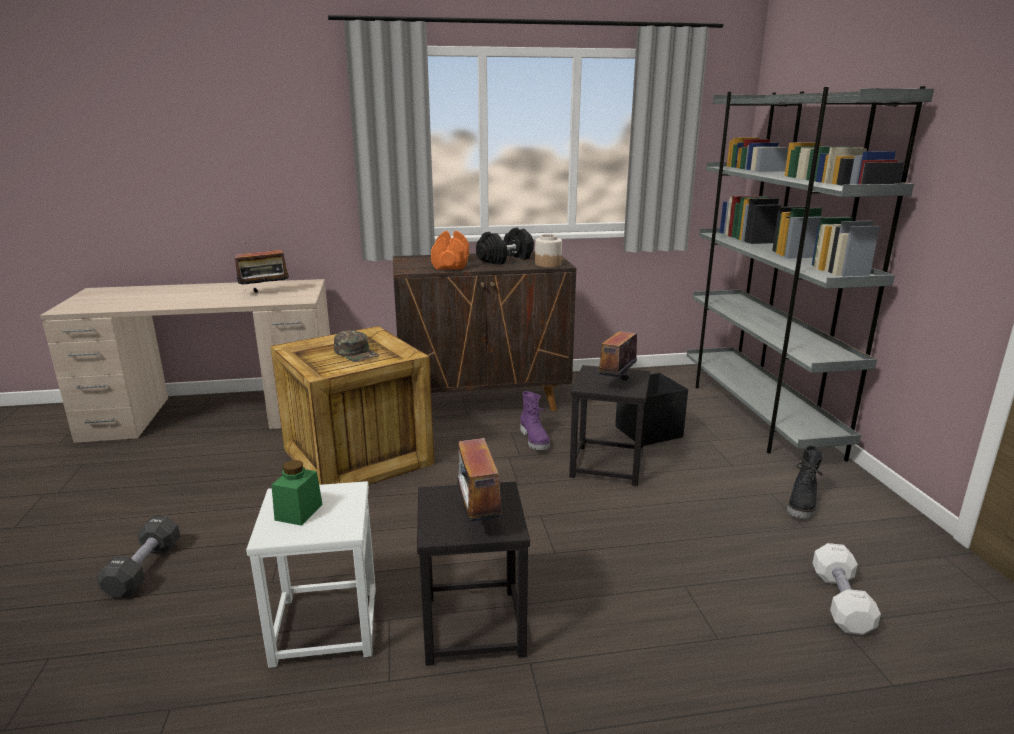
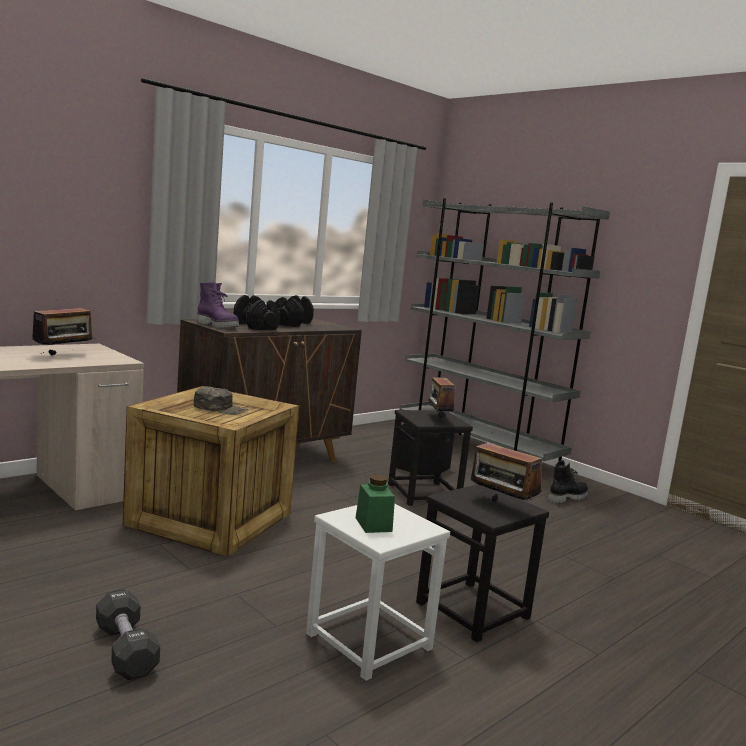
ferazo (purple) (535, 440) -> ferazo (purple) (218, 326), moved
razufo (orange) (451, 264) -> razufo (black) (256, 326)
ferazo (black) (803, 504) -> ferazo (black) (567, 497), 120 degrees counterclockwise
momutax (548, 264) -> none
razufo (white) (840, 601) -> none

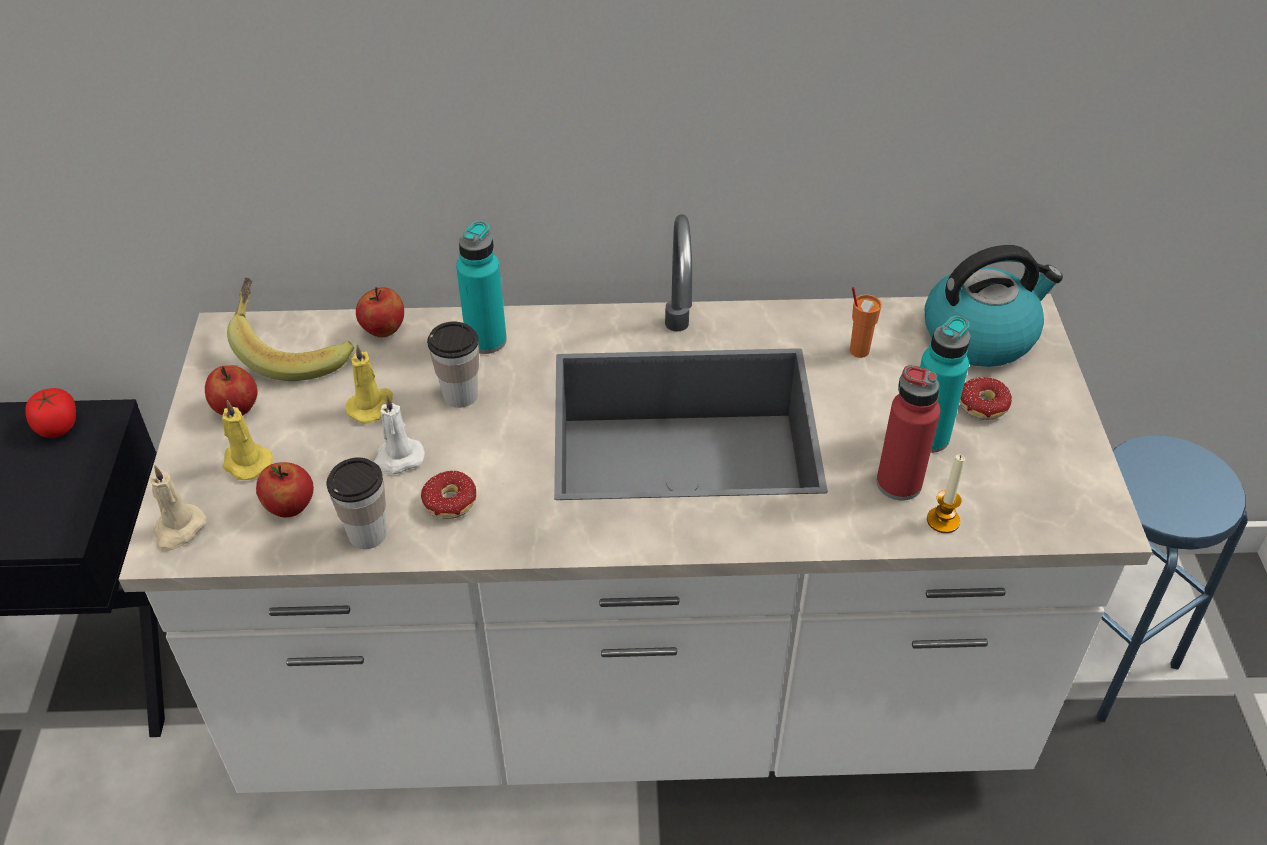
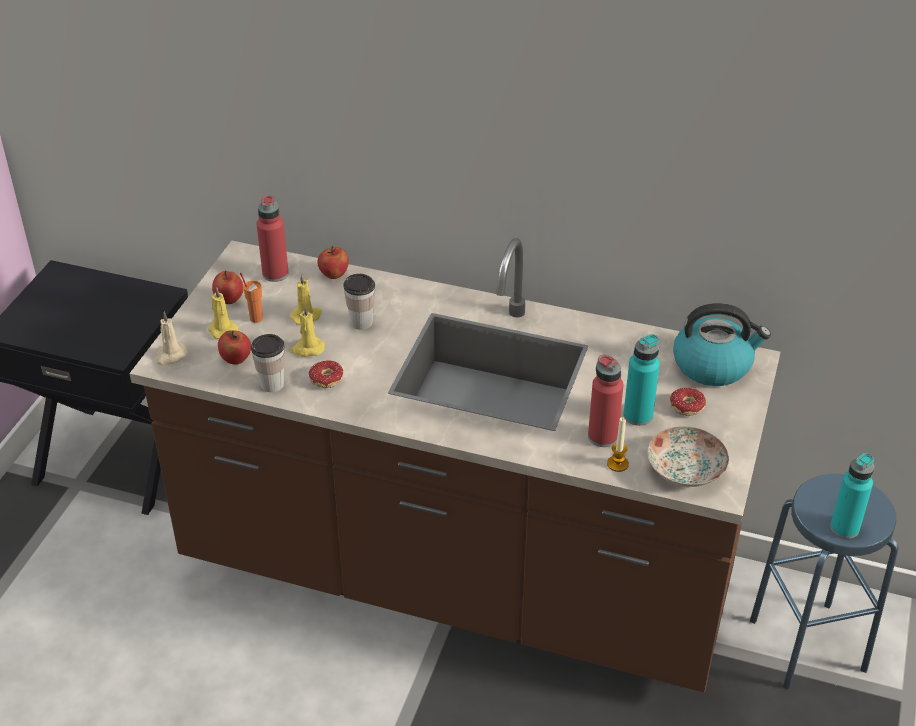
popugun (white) (633, 694) -> popugun (brown) (458, 576)
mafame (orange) (858, 350) -> mafame (orange) (256, 318), moved
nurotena (292, 350) -> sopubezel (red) (275, 274)
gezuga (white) (397, 459) -> gezuga (yellow) (307, 349)
none -> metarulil (686, 469)
sopubezel (turquoise) (486, 340) -> sopubezel (turquoise) (844, 528), moved
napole (58, 427) -> none

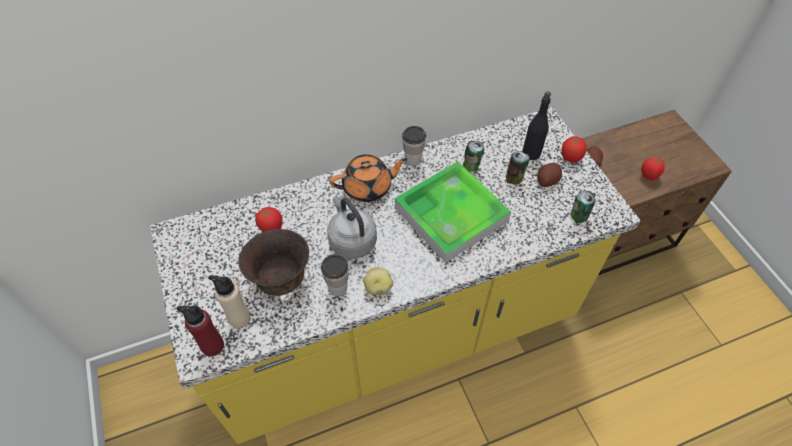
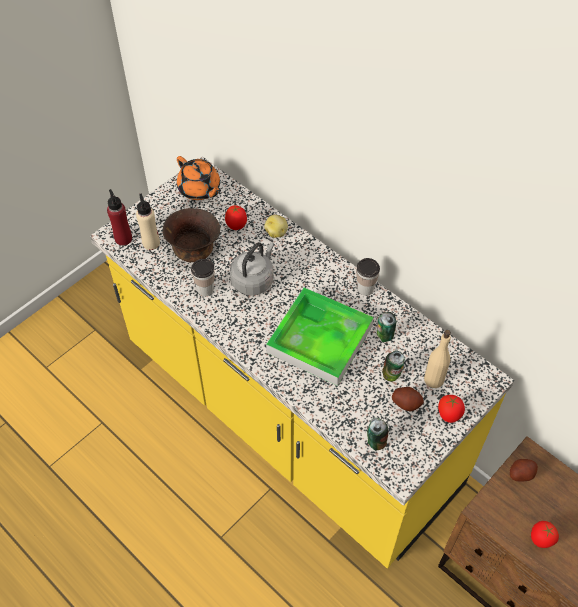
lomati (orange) (368, 187) -> lomati (orange) (199, 189), moved
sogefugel (378, 287) -> sogefugel (276, 232), moved
sopubezel (black) (531, 153) -> sopubezel (beige) (434, 379)

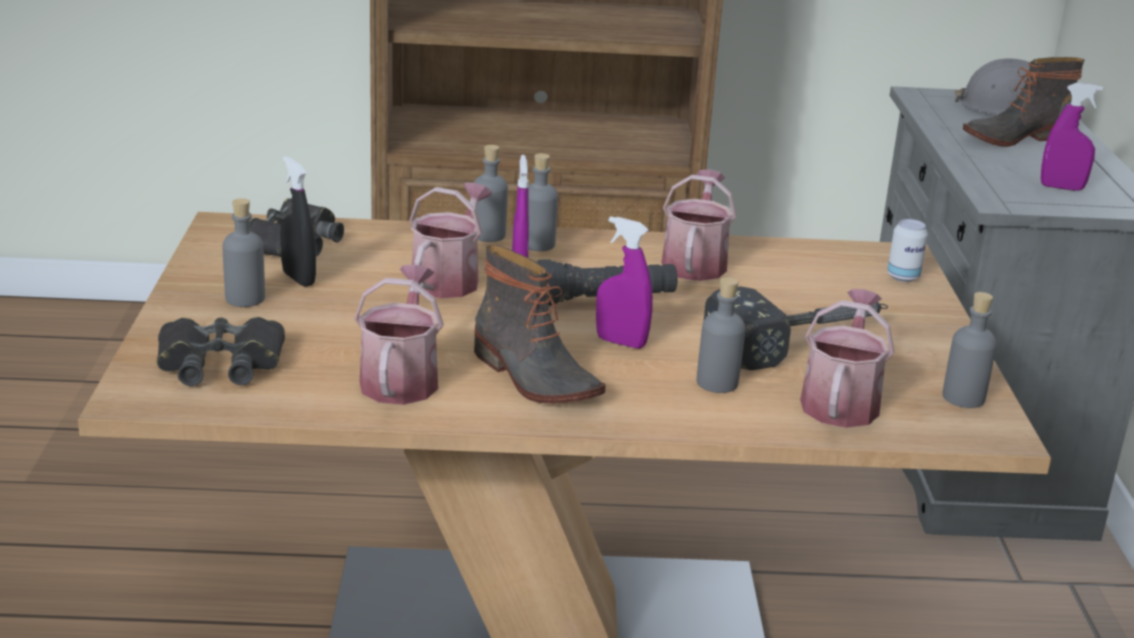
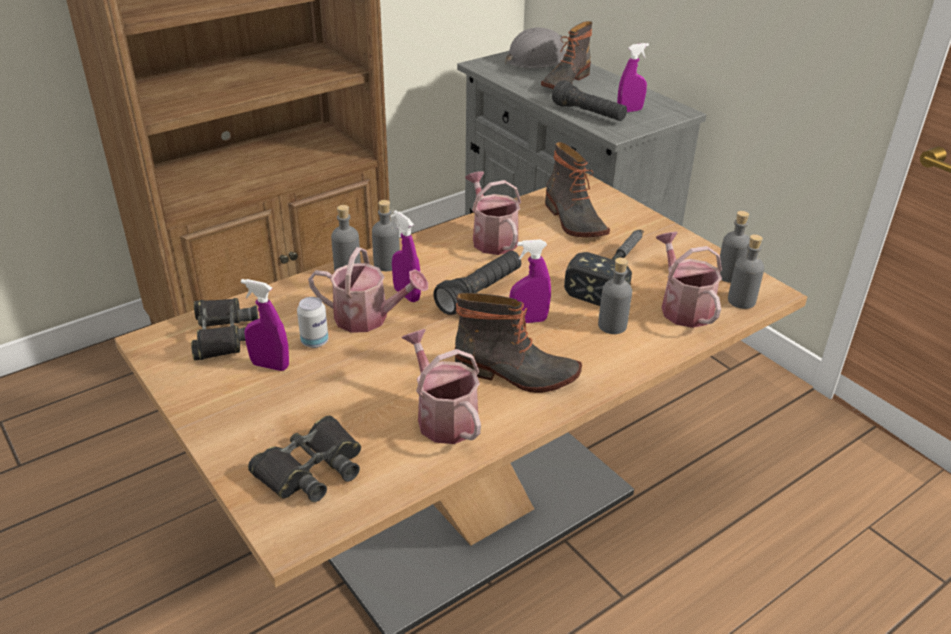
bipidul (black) (298, 279) -> bipidul (purple) (270, 365)
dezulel (903, 277) -> dezulel (314, 342), moved
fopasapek (449, 279) -> fopasapek (369, 318), 120 degrees clockwise
none -> ferazo (573, 221)
none -> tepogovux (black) (589, 114)
sopubezel (grey) (245, 298) -> sopubezel (grey) (741, 301), moved

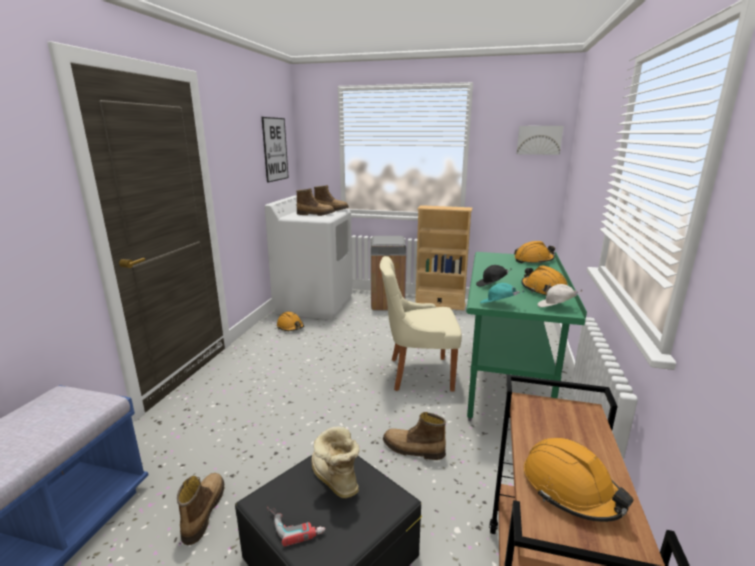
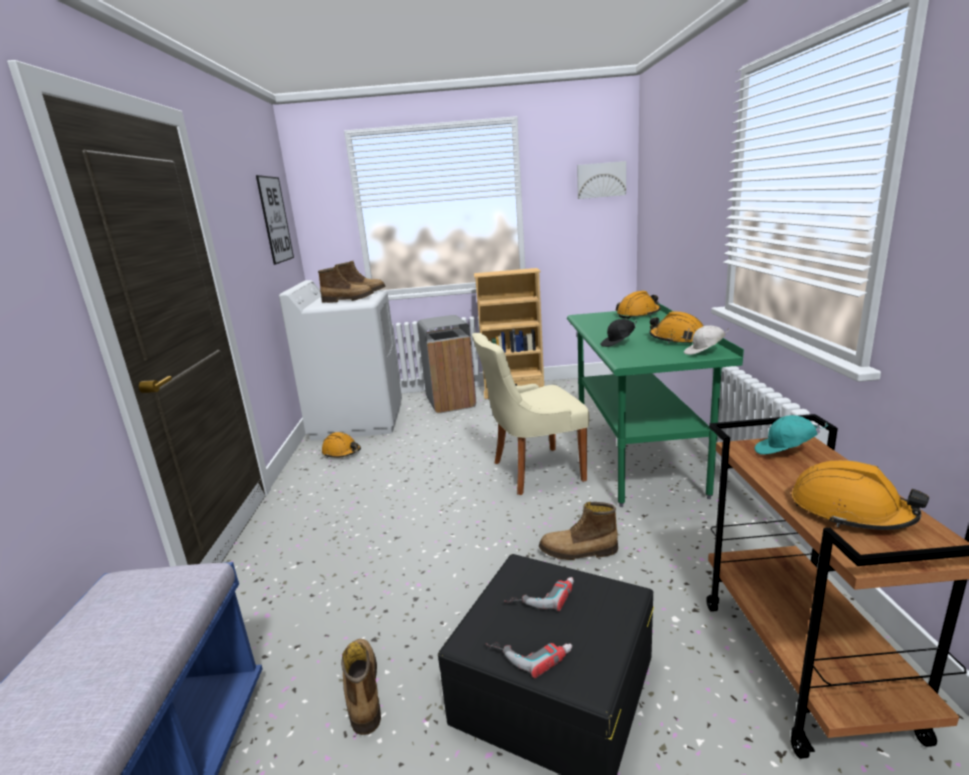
ferazo (333, 480) -> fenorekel (541, 594)
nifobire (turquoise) (498, 305) -> nifobire (turquoise) (785, 452), moved

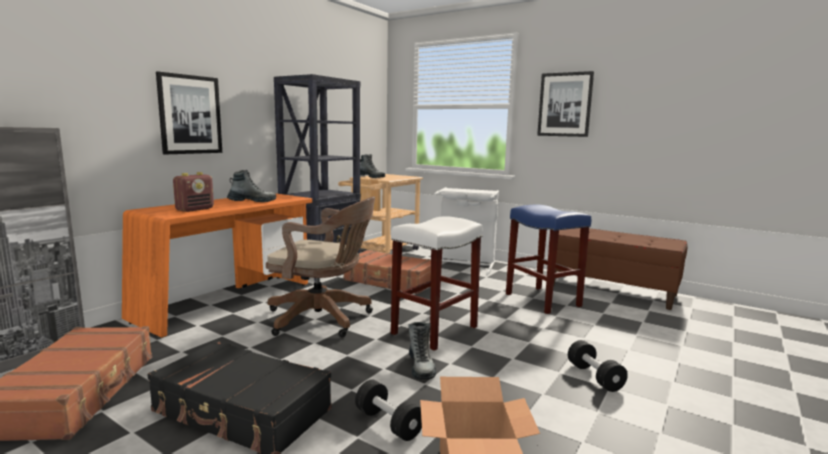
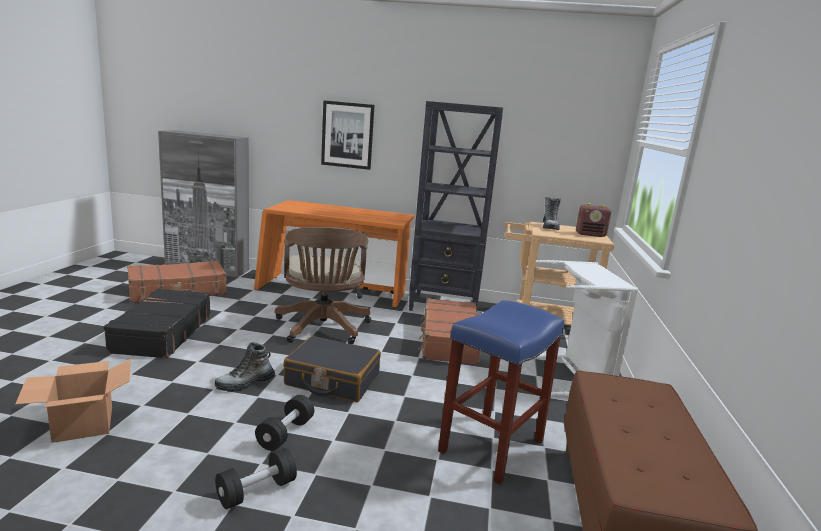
razufo (black) (388, 423) -> razufo (black) (285, 434), moved
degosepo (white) (435, 329) -> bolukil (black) (332, 380)
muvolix (195, 209) -> muvolix (590, 235), moved
ferazo (252, 202) -> none
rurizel (565, 104) -> none

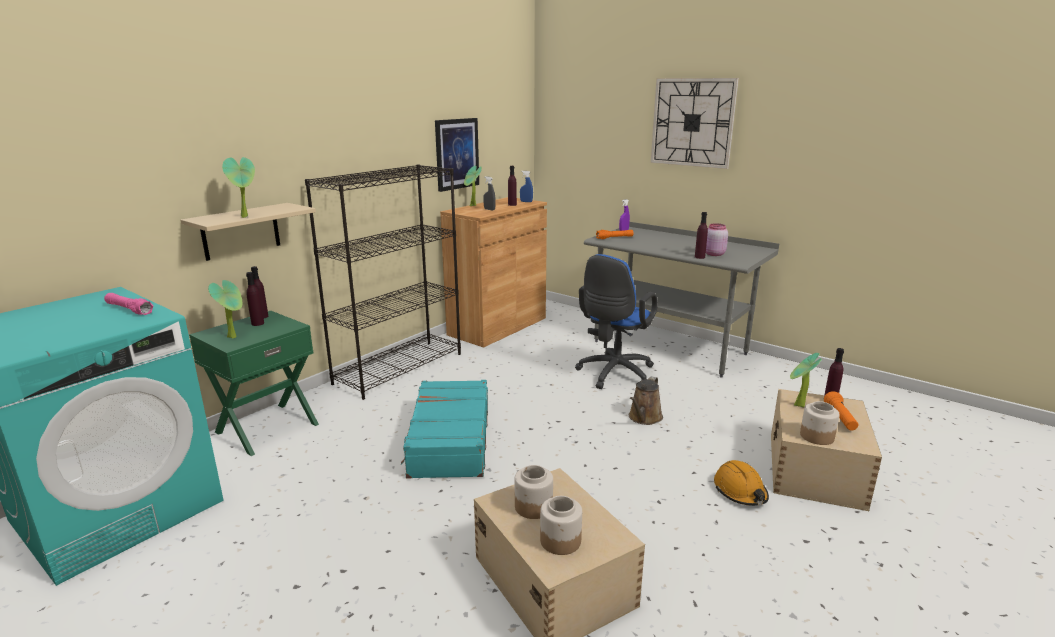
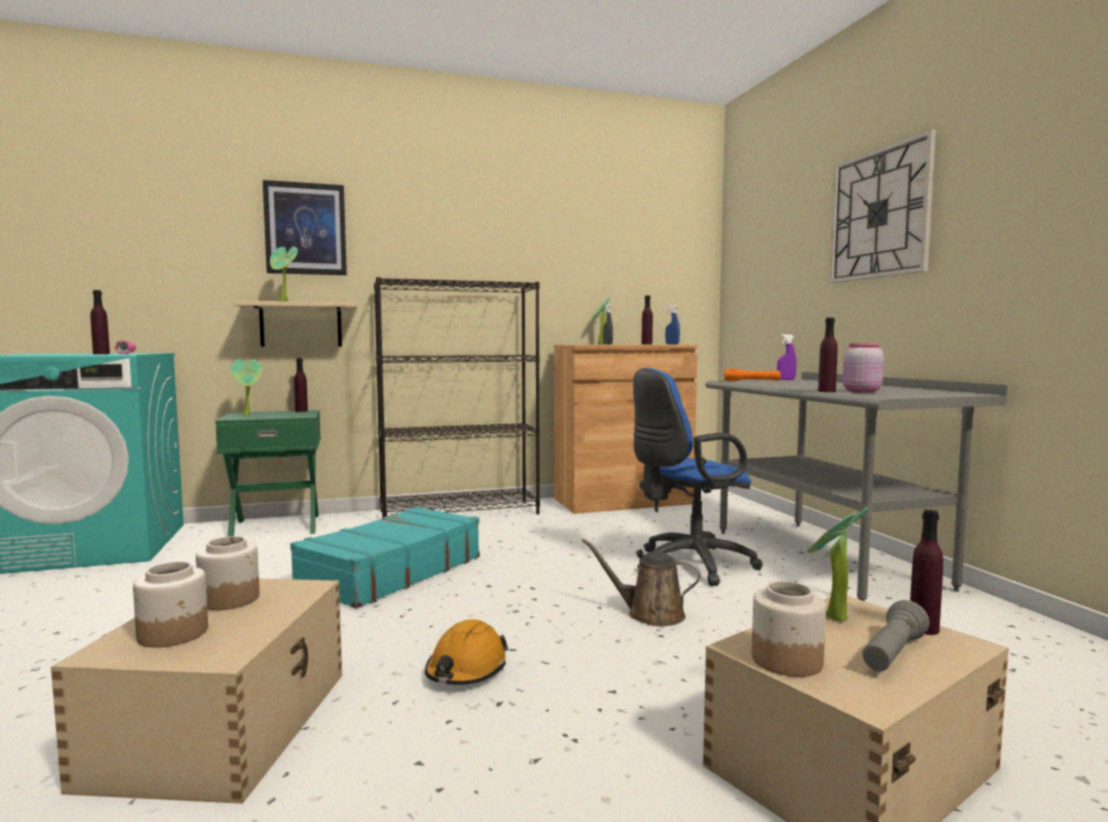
sopubezel (purple) (257, 323) -> sopubezel (purple) (101, 354), moved
rurizel (457, 154) -> rurizel (305, 229), moved
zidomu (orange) (740, 491) -> zidomu (orange) (466, 670), moved
fopasapek (brown) (644, 418) -> fopasapek (brown) (650, 614), 45 degrees clockwise
tepogovux (orange) (840, 419) -> tepogovux (grey) (893, 655)

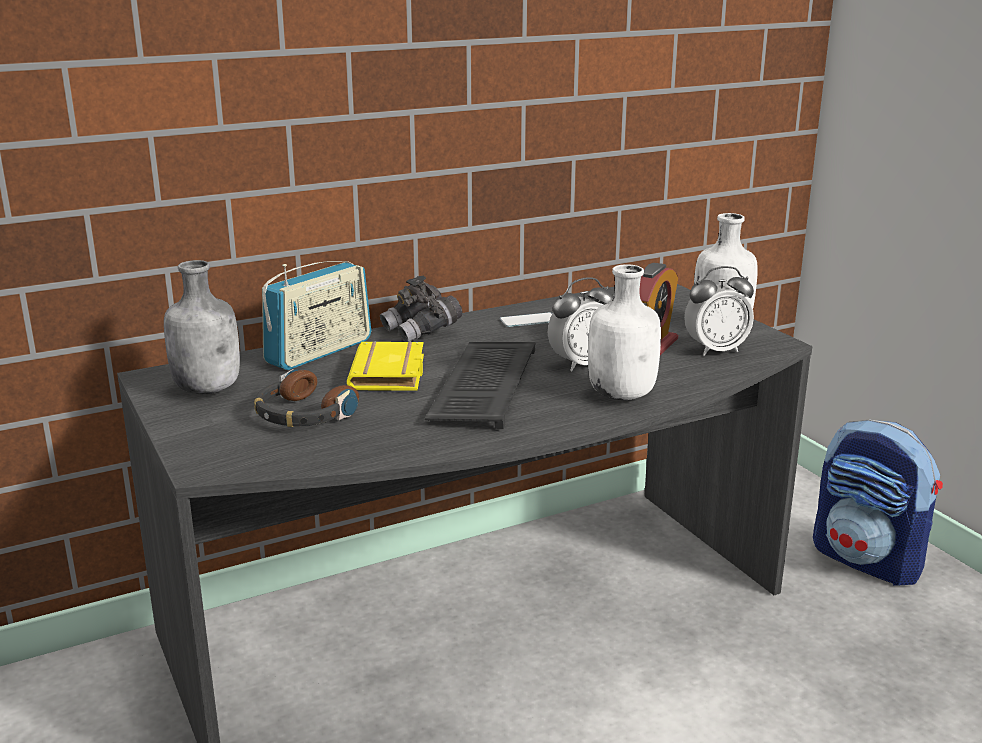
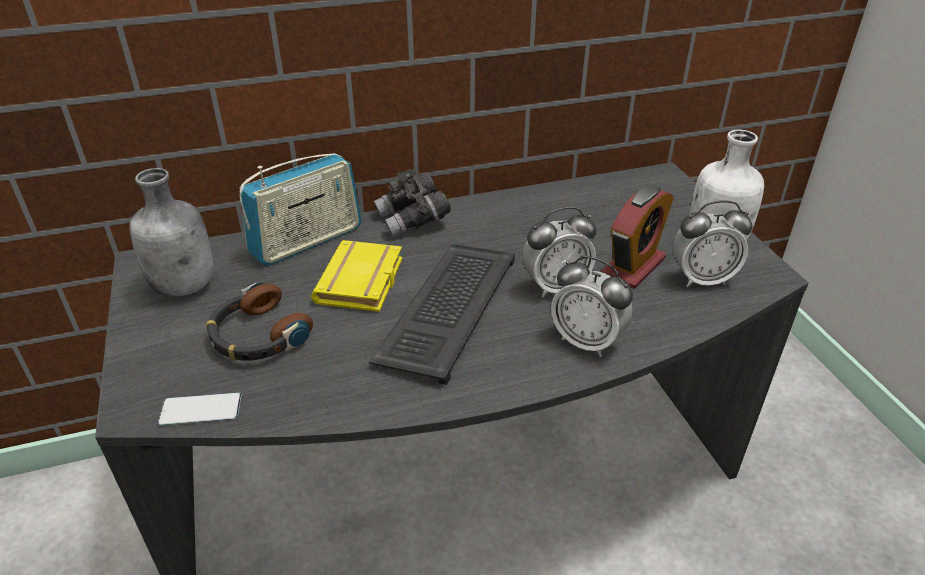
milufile (529, 320) -> milufile (201, 409), moved
sopubezel (white) (623, 394) -> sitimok (587, 341)
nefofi (868, 560) -> none

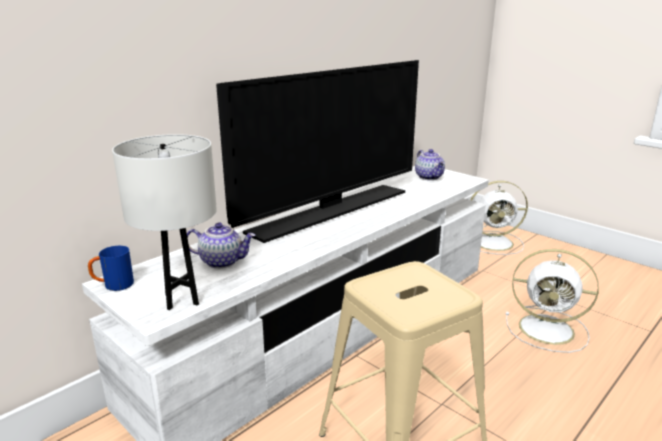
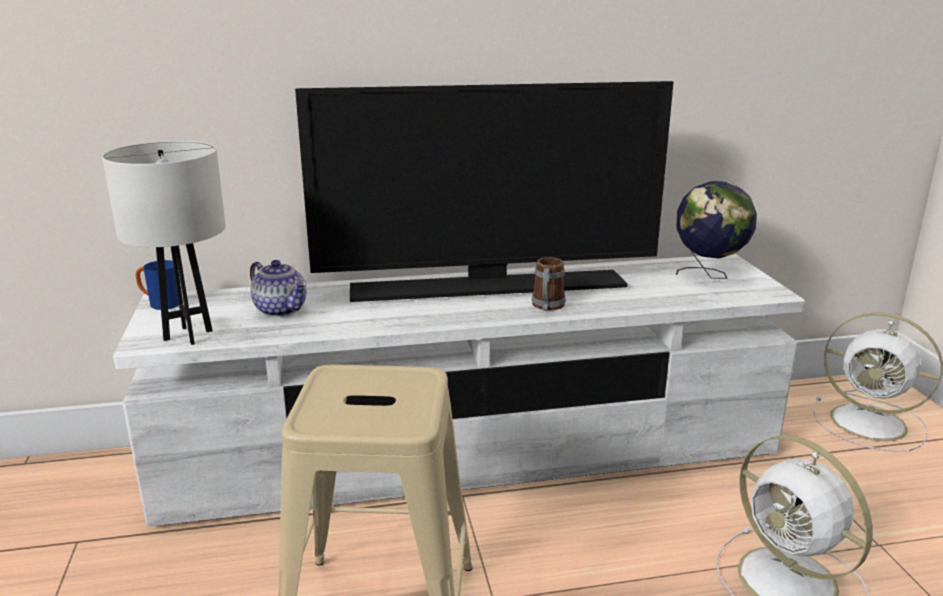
none -> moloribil (547, 307)
lomati (429, 177) -> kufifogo (709, 275)

